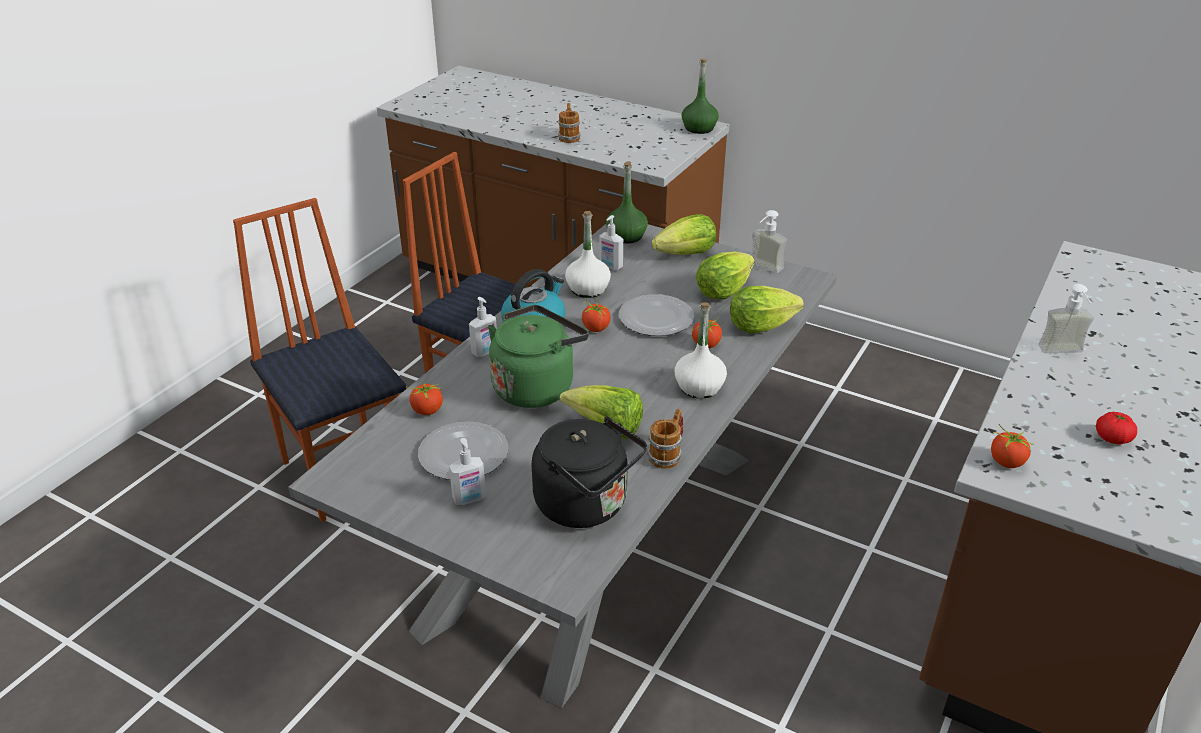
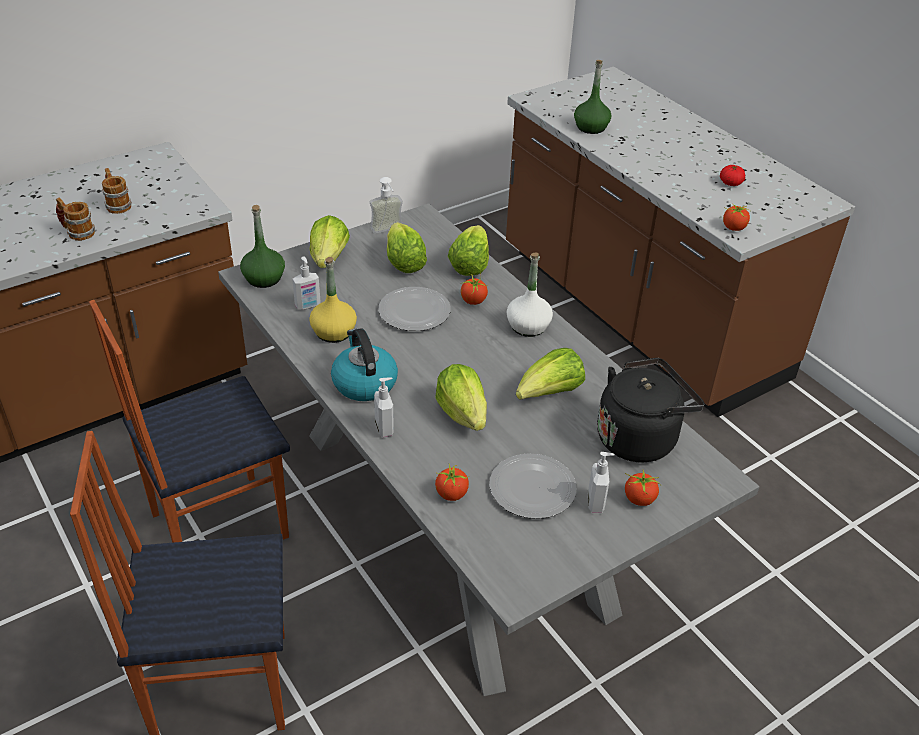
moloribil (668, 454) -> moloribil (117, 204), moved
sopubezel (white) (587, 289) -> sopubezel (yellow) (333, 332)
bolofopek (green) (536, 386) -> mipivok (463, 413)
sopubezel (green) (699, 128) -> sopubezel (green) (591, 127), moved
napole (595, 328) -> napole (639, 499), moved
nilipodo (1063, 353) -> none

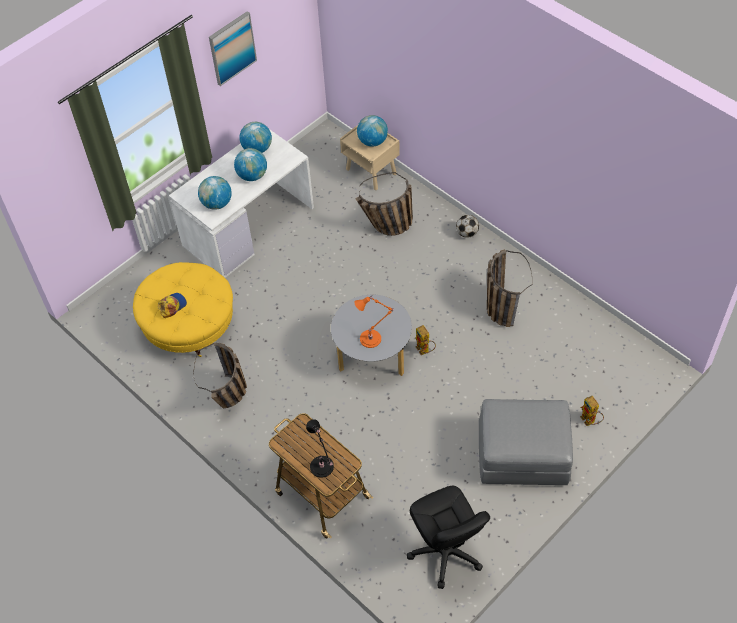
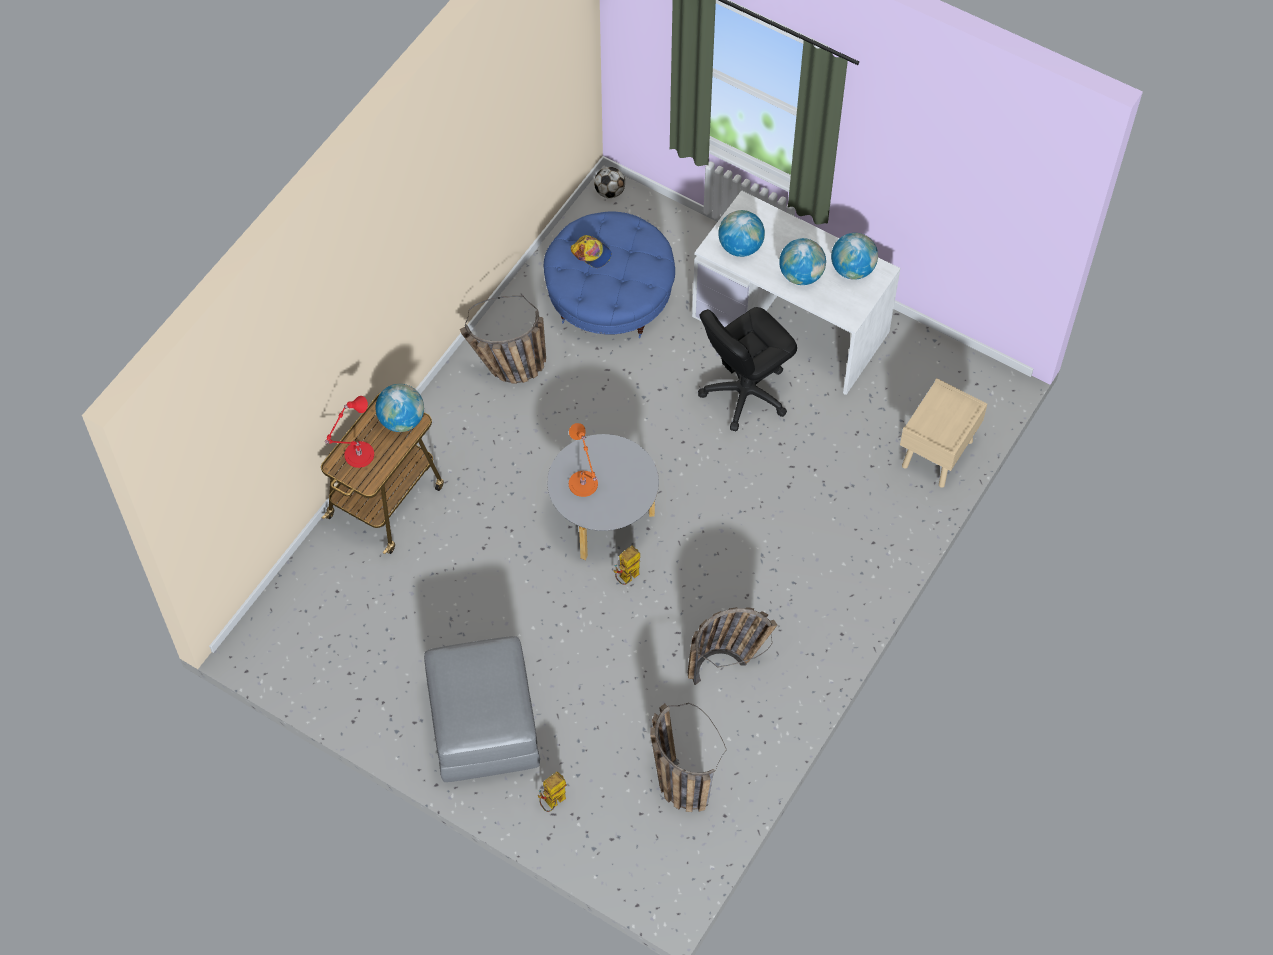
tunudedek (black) (322, 468) -> tunudedek (red) (357, 456)
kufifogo (372, 141) -> kufifogo (402, 420), moved
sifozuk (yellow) (189, 324) -> sifozuk (blue) (610, 297)
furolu (467, 233) -> furolu (609, 192), moved
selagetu (386, 228) -> selagetu (676, 777), moved
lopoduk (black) (445, 552) -> lopoduk (black) (744, 393), moved
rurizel (232, 48) -> none

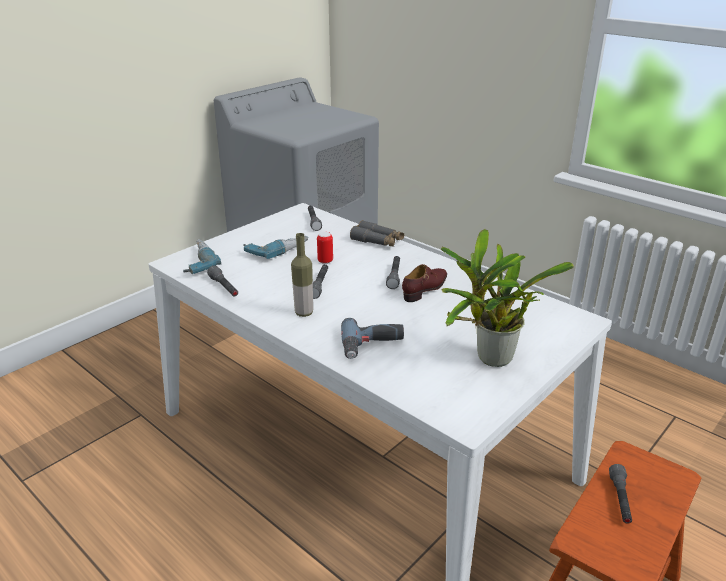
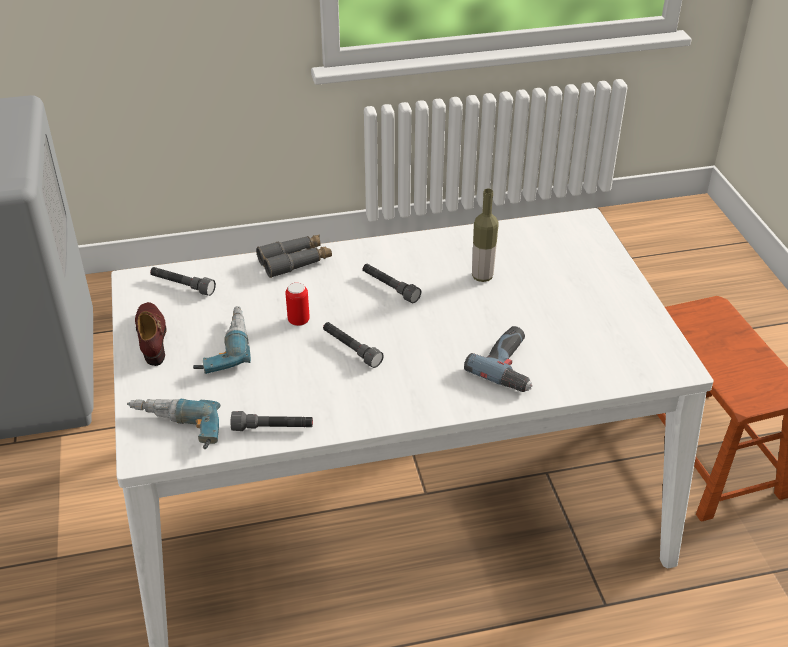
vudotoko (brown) (425, 289) -> vudotoko (brown) (152, 337), moved
sopubezel (304, 313) -> sopubezel (482, 276), moved
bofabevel (489, 360) -> none
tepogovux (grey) (620, 500) -> none

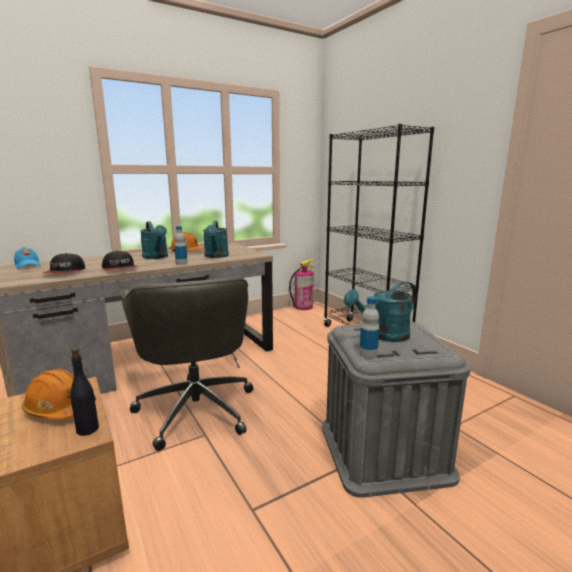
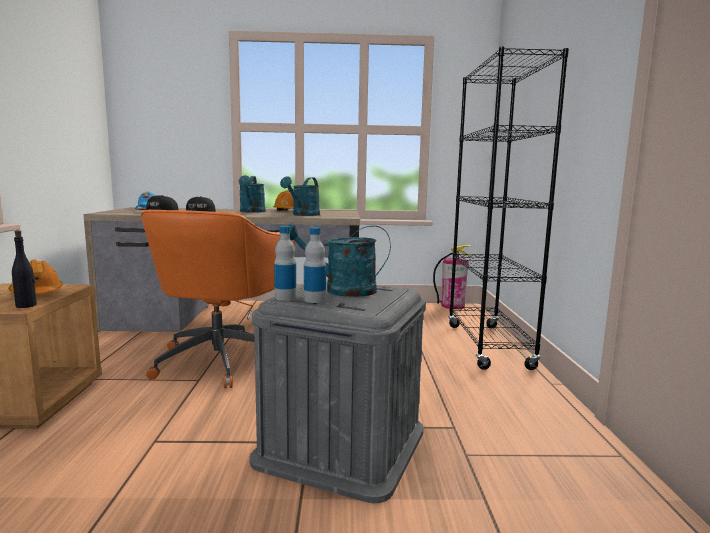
lopoduk (grey) (196, 407) -> lopoduk (orange) (221, 359)
sopubezel (181, 263) -> sopubezel (314, 300), moved

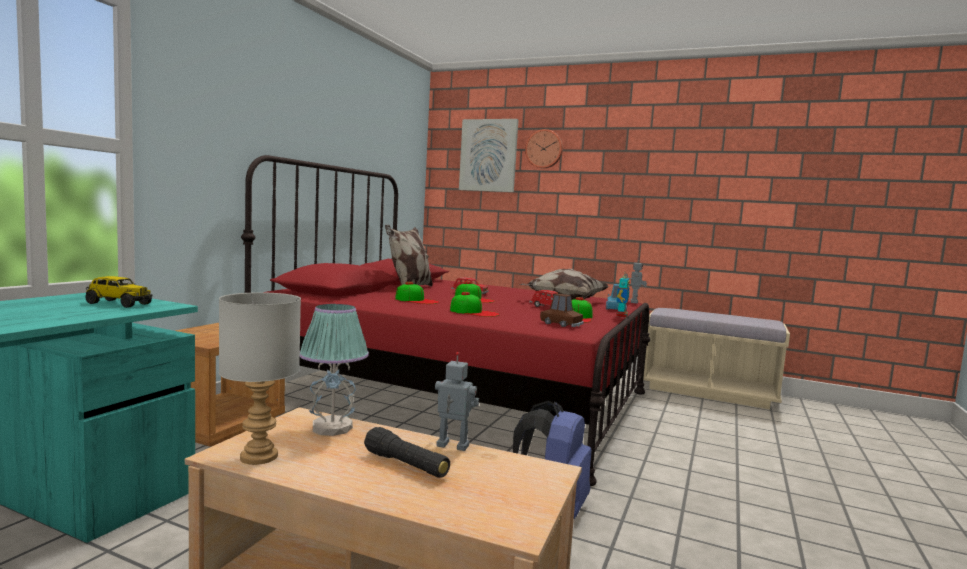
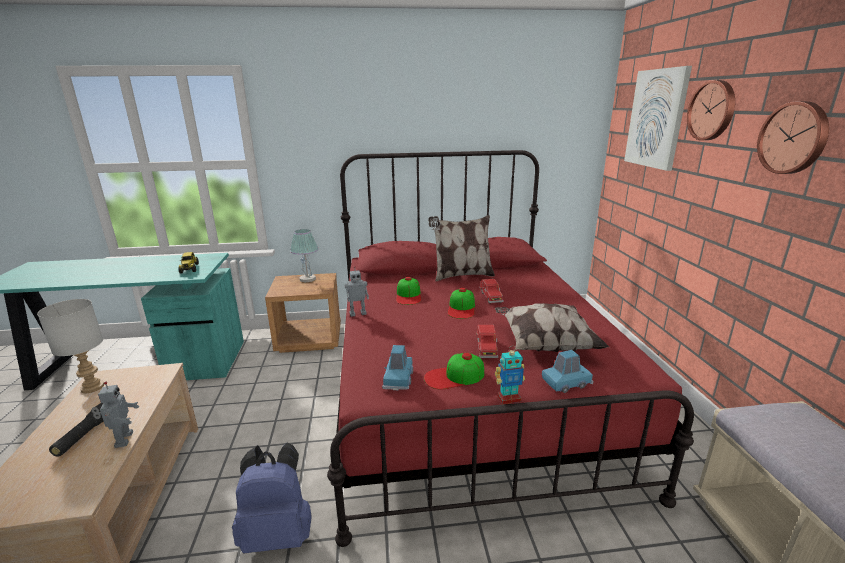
tunudedek (332, 428) -> tunudedek (308, 279), moved
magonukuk (633, 302) -> magonukuk (358, 313), moved
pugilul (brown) (561, 324) -> pugilul (blue) (398, 378)
none -> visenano (794, 138)
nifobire (474, 312) -> none

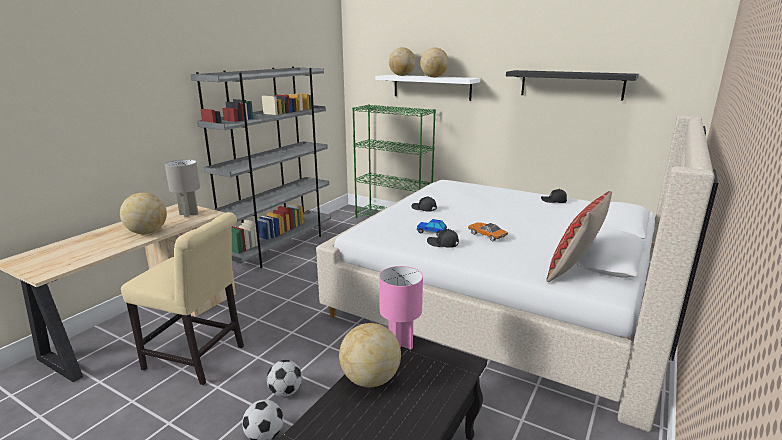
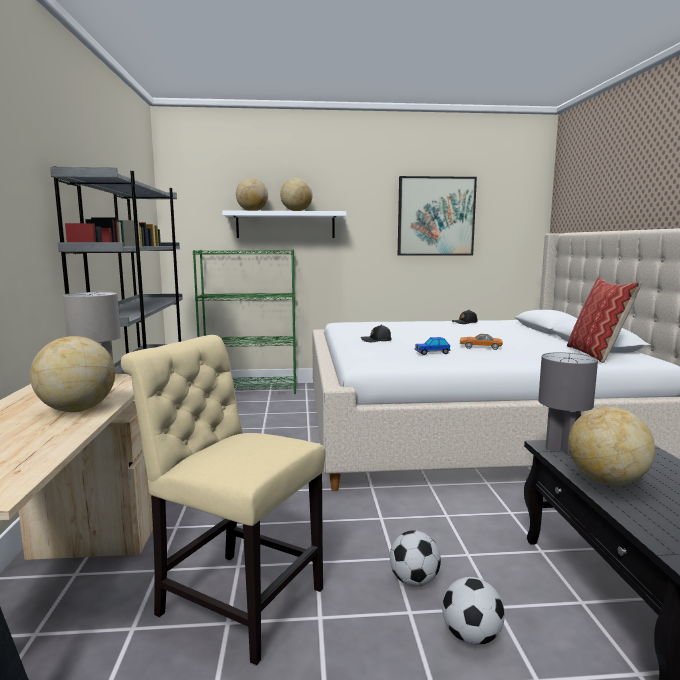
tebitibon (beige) (199, 358) -> tebitibon (beige) (234, 599), 135 degrees counterclockwise
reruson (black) (571, 84) -> rurizel (436, 216)
tunudedek (pink) (400, 344) -> tunudedek (grey) (561, 449)
nifobire (black) (443, 243) -> none

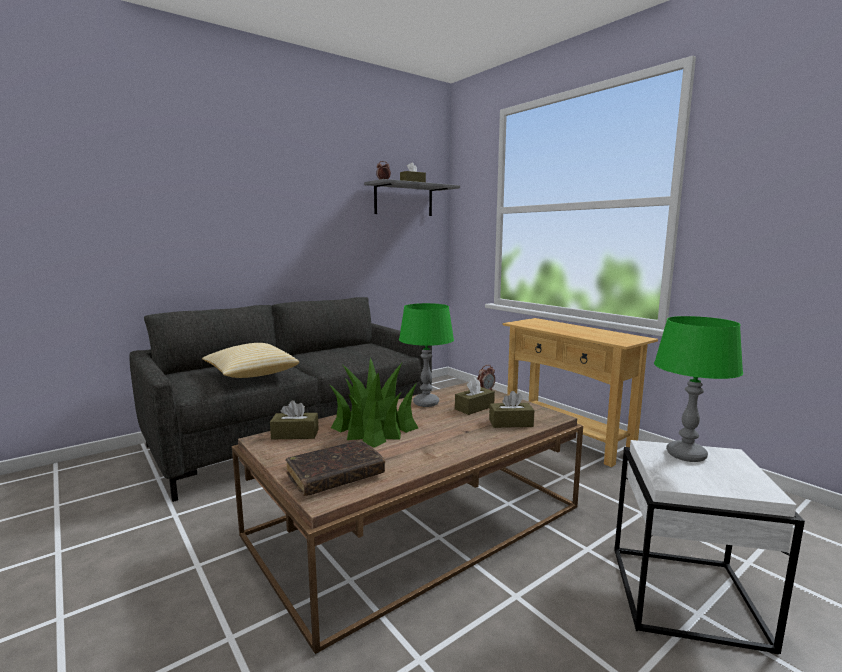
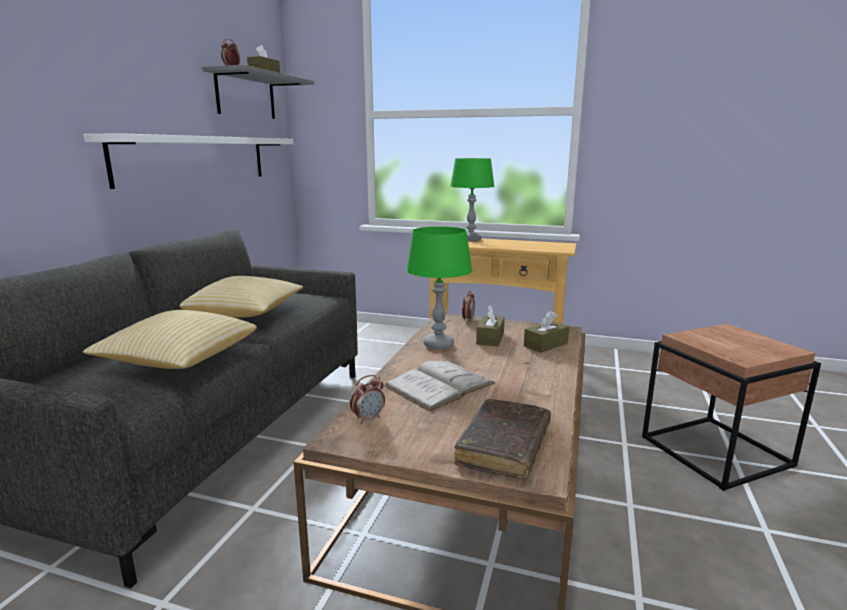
none -> reruson (white) (196, 159)
none -> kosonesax (246, 313)
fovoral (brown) (295, 434) -> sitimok (368, 419)
bofabevel (374, 428) -> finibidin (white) (439, 385)
tunudedek (green) (686, 455) -> tunudedek (green) (471, 240), moved
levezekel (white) (687, 597) -> levezekel (brown) (717, 452)

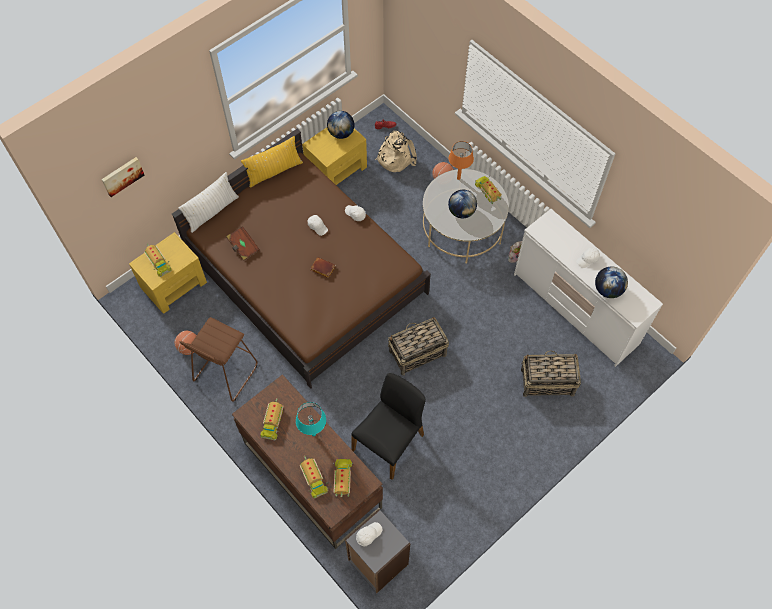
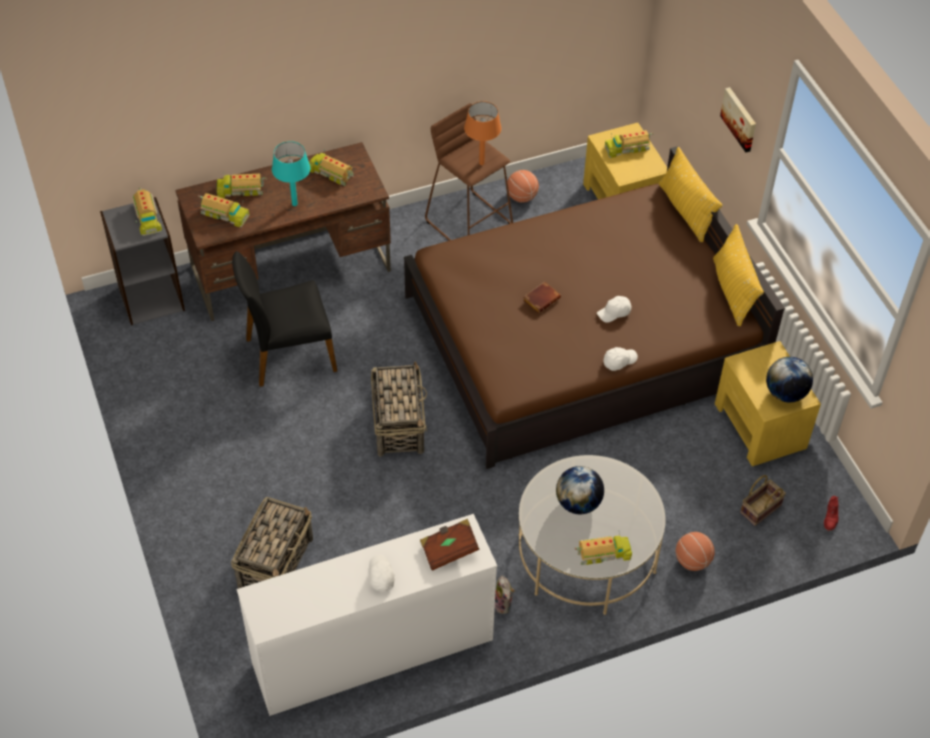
nifobire (white) (368, 534) -> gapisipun (146, 217)
tebitibon (black) (389, 442) -> tebitibon (black) (289, 354), 105 degrees clockwise
finibidin (brown) (243, 247) -> finibidin (brown) (449, 550), moved
tunudedek (orange) (458, 178) -> tunudedek (orange) (481, 163), moved
kosonesax (white) (212, 212) -> kosonesax (yellow) (685, 211)
rurizel (122, 176) -> rurizel (740, 119), moved
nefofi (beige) (395, 157) -> selagetu (760, 510)
kufifogo (607, 290) -> none

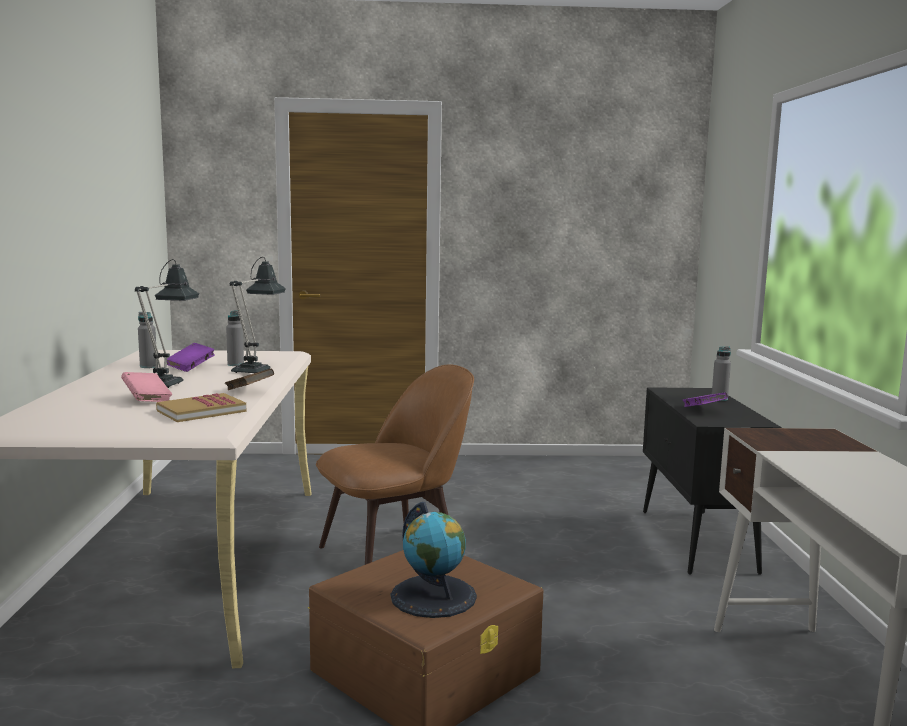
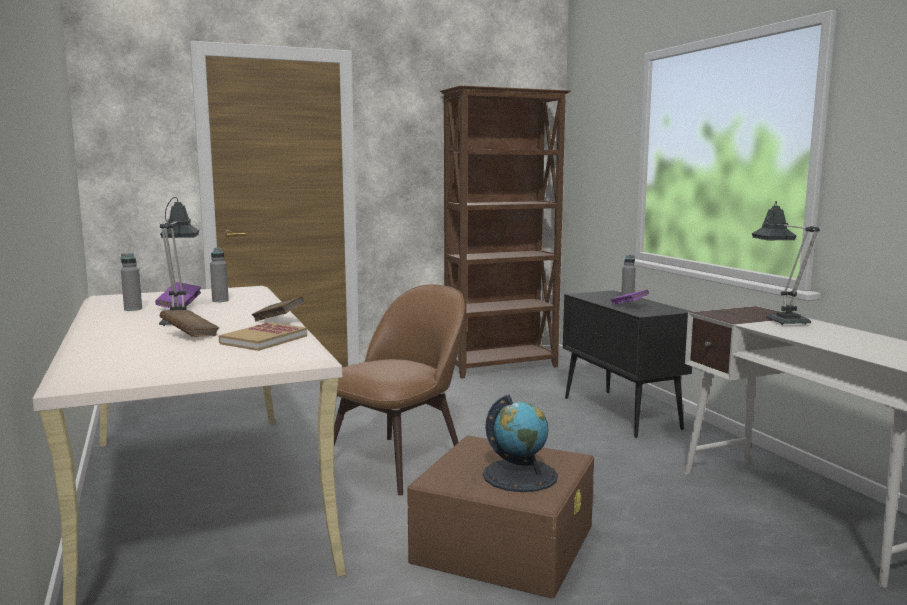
finibidin (pink) (147, 400) -> finibidin (brown) (190, 336)
none -> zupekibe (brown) (502, 367)
tunudedek (255, 370) -> tunudedek (782, 320), moved

